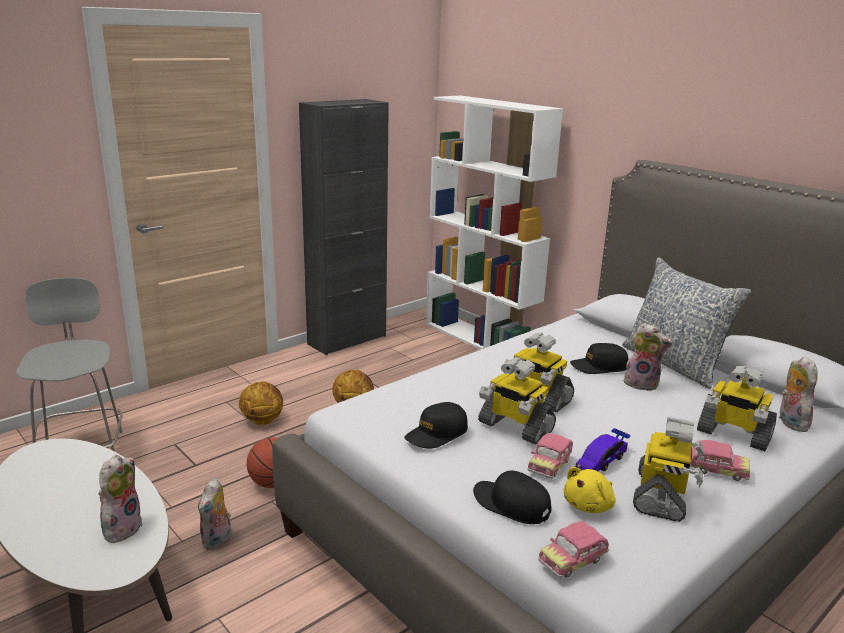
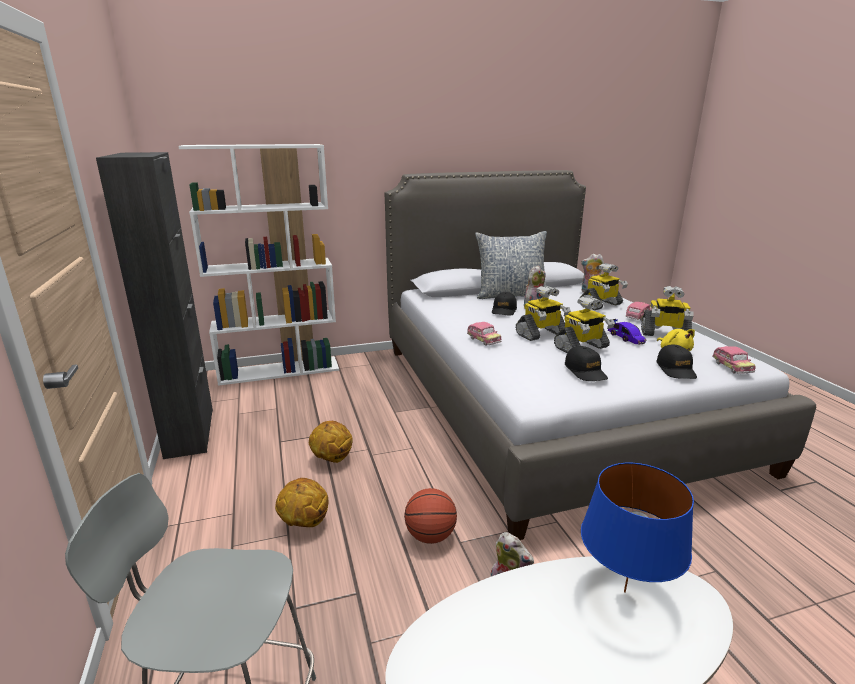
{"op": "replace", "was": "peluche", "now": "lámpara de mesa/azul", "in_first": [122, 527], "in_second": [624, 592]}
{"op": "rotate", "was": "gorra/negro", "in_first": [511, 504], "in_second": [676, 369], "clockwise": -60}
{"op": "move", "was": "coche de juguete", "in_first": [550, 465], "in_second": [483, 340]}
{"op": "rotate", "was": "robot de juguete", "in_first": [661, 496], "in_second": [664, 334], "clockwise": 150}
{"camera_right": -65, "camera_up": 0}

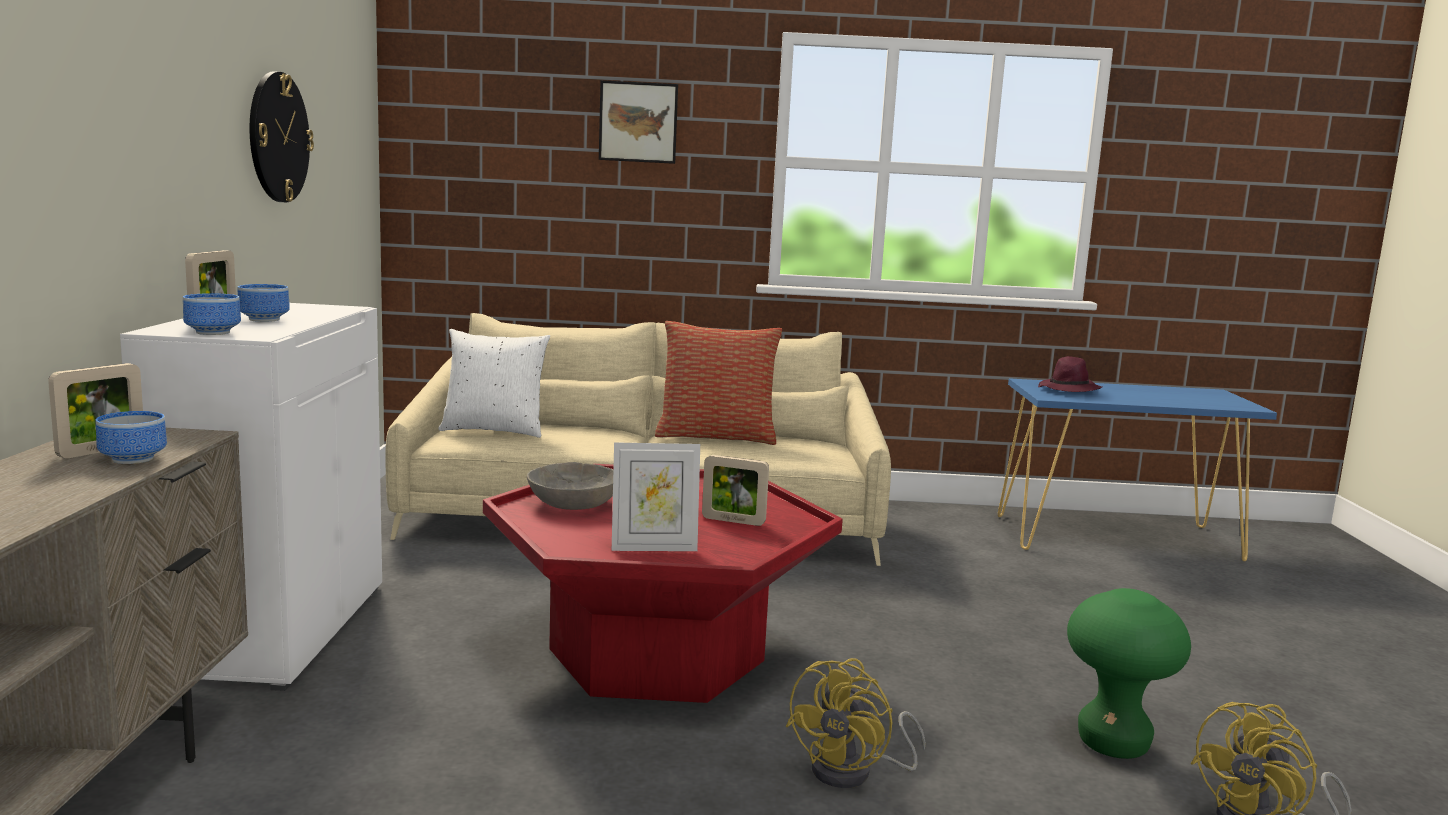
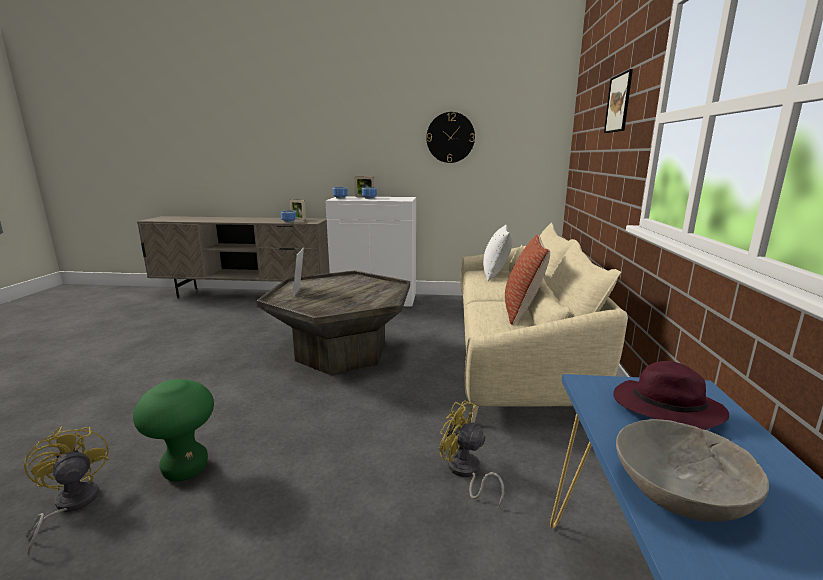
{"op": "recolor", "was": "mesa de centro/rojo", "now": "mesa de centro/gris", "in_first": [656, 654], "in_second": [342, 352]}
{"op": "move", "was": "cuenco/gris", "in_first": [572, 504], "in_second": [679, 490]}
{"op": "delete", "was": "portarretratos", "in_first": [733, 521]}
{"op": "move", "was": "ventilador/amarillo", "in_first": [854, 772], "in_second": [465, 472]}
{"camera_right": 95, "camera_up": 5}

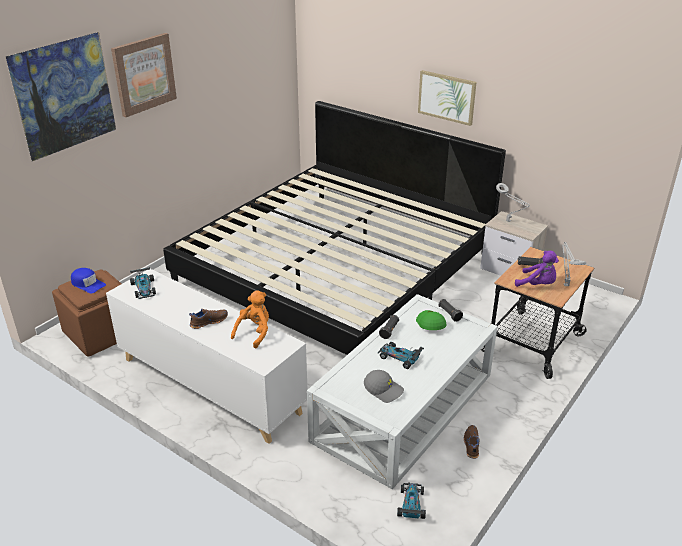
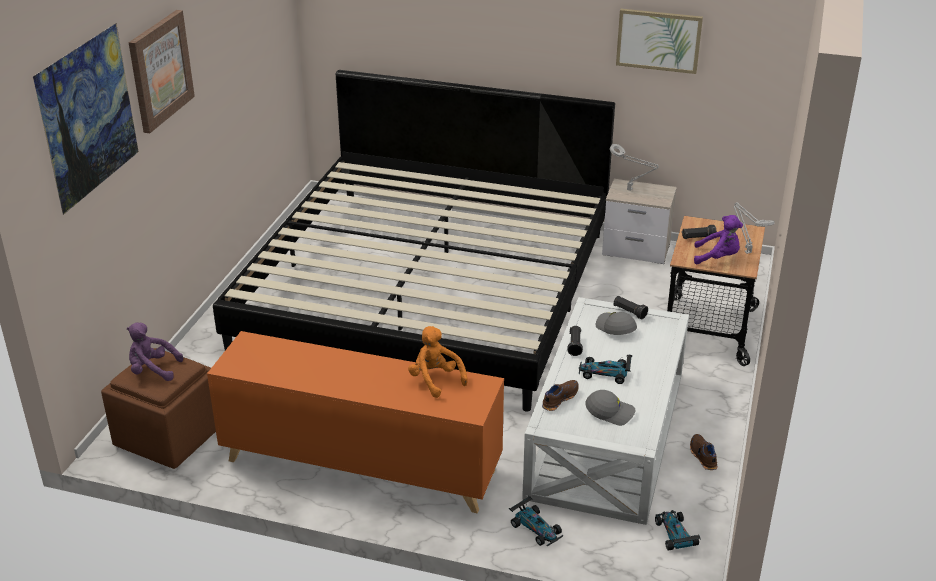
{"op": "replace", "was": "gorra/azul", "now": "peluche/morado", "in_first": [87, 284], "in_second": [152, 370]}
{"op": "recolor", "was": "armario/blanco", "now": "armario/naranja", "in_first": [209, 385], "in_second": [360, 465]}
{"op": "move", "was": "coche de juguete", "in_first": [144, 288], "in_second": [536, 528]}
{"op": "move", "was": "zapato/marrón", "in_first": [209, 321], "in_second": [559, 399]}
{"op": "rotate", "was": "peluche/naranja", "in_first": [254, 332], "in_second": [435, 380], "clockwise": -45}
{"op": "recolor", "was": "gorra/verde", "now": "gorra/gris", "in_first": [430, 324], "in_second": [615, 328]}
{"op": "move", "was": "cuadro", "in_first": [447, 97], "in_second": [658, 40]}
{"camera_right": -20, "camera_up": 0}

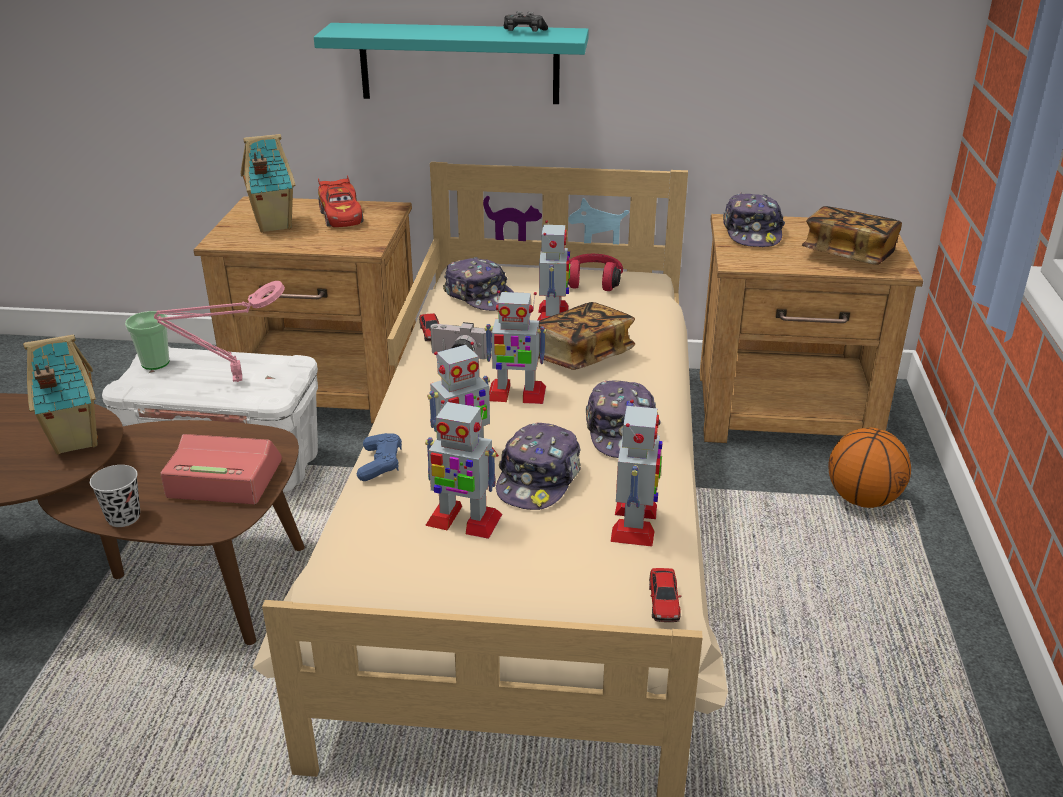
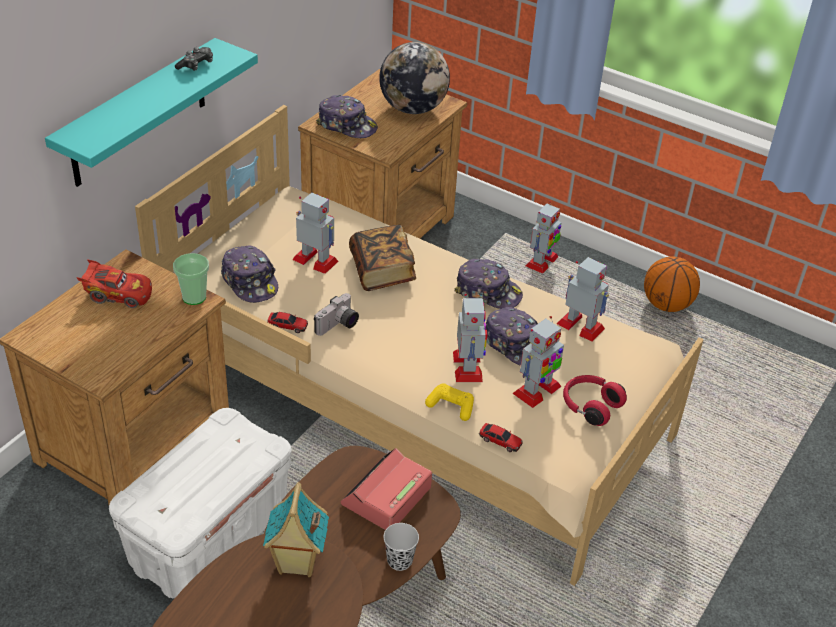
{"op": "move", "was": "taza", "in_first": [155, 363], "in_second": [194, 297]}
{"op": "delete", "was": "lámpara de mesa/rosa", "in_first": [233, 380]}
{"op": "delete", "was": "casita", "in_first": [272, 225]}
{"op": "recolor", "was": "mando de consola/azul", "now": "mando de consola/amarillo", "in_first": [380, 464], "in_second": [451, 406]}
{"op": "rotate", "was": "gorra", "in_first": [480, 296], "in_second": [250, 282], "clockwise": 75}
{"op": "move", "was": "robot de juguete", "in_first": [515, 394], "in_second": [541, 262]}
{"op": "move", "was": "auriculares/rojo", "in_first": [593, 281], "in_second": [590, 406]}
{"op": "move", "was": "coche de juguete", "in_first": [664, 601], "in_second": [500, 441]}
{"op": "replace", "was": "libro", "now": "globo terráqueo", "in_first": [848, 255], "in_second": [413, 108]}
{"op": "move", "was": "balón de baloncesto", "in_first": [862, 499], "in_second": [667, 305]}
{"camera_right": -65, "camera_up": 10}

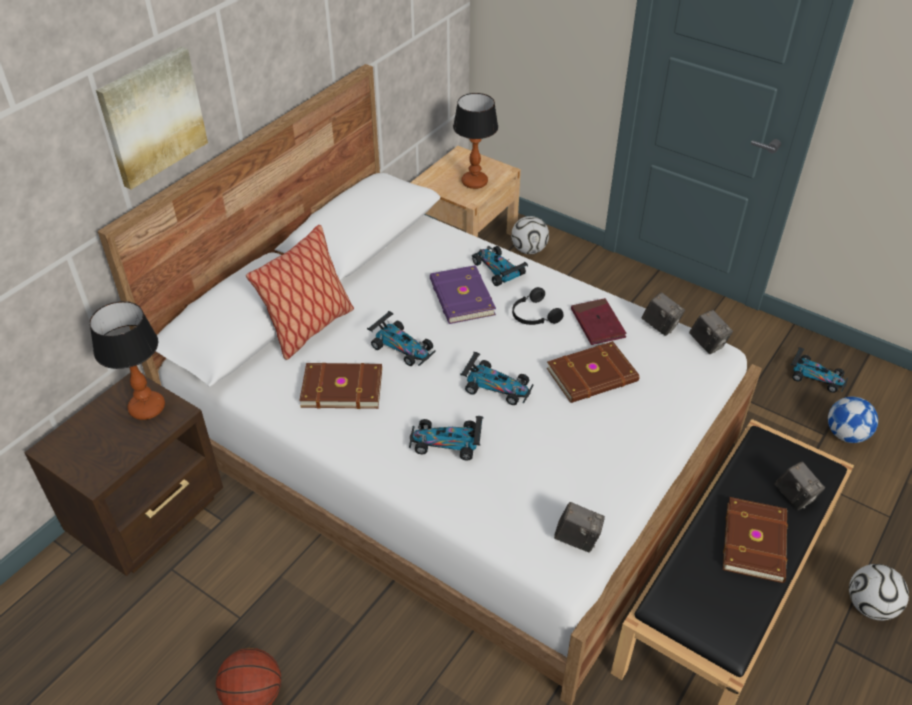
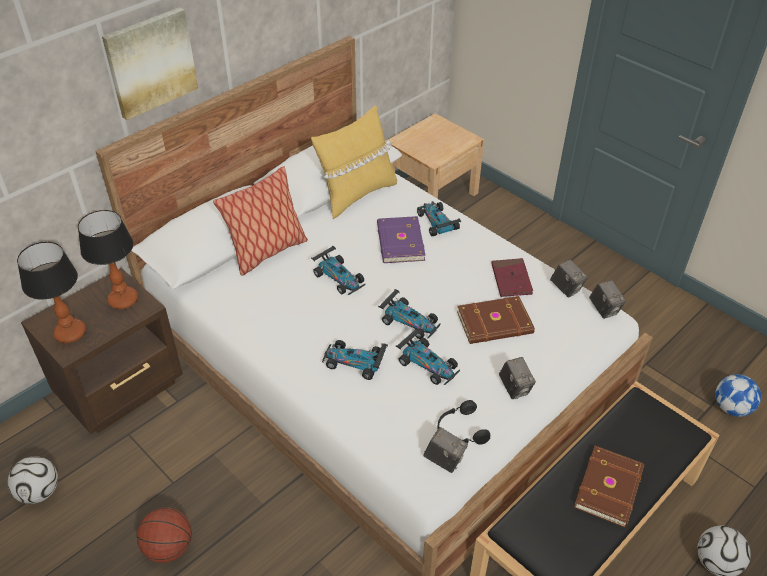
{"op": "delete", "was": "libro/marrón", "in_first": [341, 387]}
{"op": "move", "was": "lámpara de mesa", "in_first": [474, 182], "in_second": [71, 332]}
{"op": "move", "was": "balón de fútbol", "in_first": [528, 250], "in_second": [39, 492]}
{"op": "move", "was": "auriculares/negro", "in_first": [533, 315], "in_second": [460, 430]}
{"op": "move", "was": "cámara", "in_first": [794, 497], "in_second": [515, 388]}
{"op": "move", "was": "coche de juguete", "in_first": [816, 377], "in_second": [427, 364]}
{"op": "insert", "now": "cojín/amarillo", "in_second": [356, 195]}
{"camera_right": 10, "camera_up": 0}

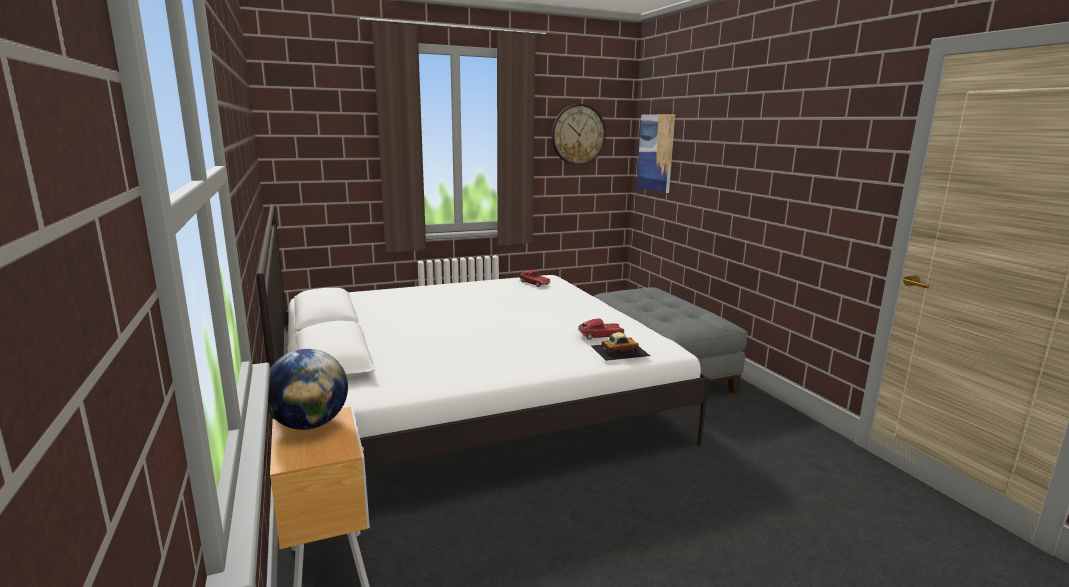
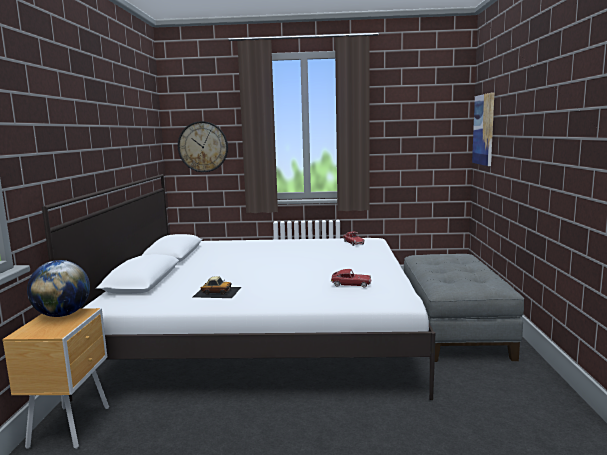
{"op": "move", "was": "reloj de pared", "in_first": [578, 134], "in_second": [203, 146]}
{"op": "move", "was": "coche de juguete", "in_first": [619, 350], "in_second": [217, 292]}
{"camera_right": 25, "camera_up": -5}

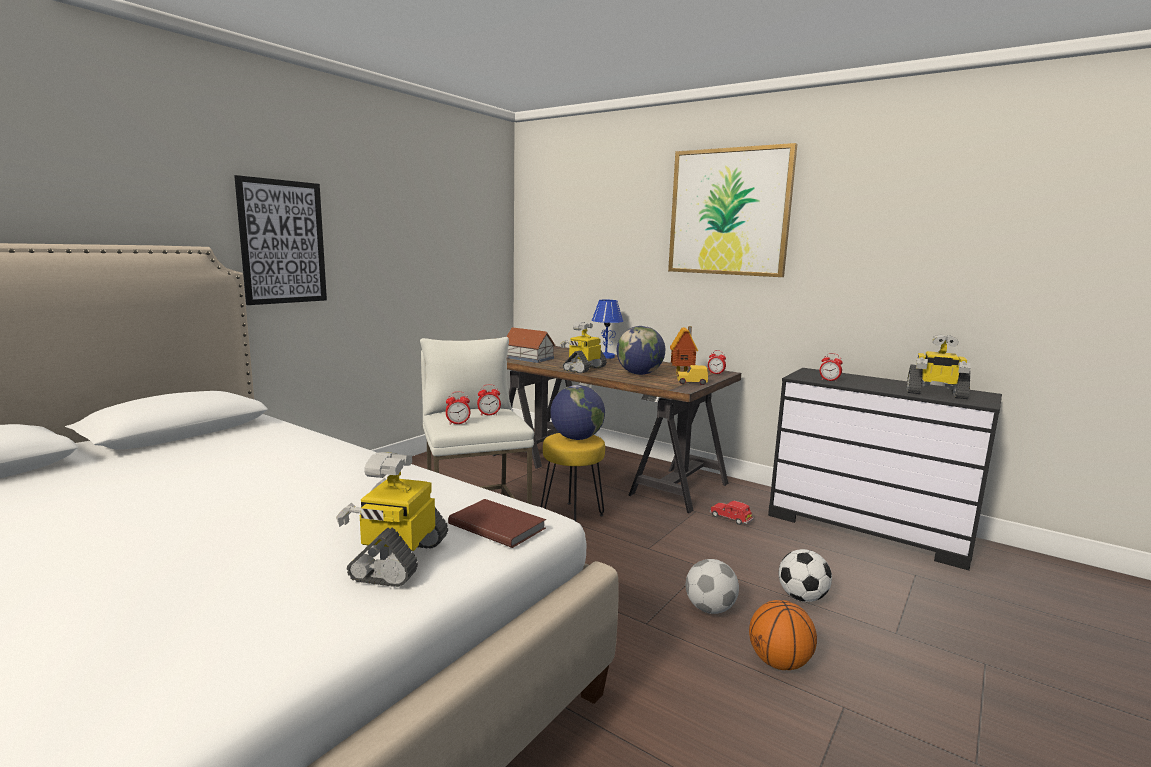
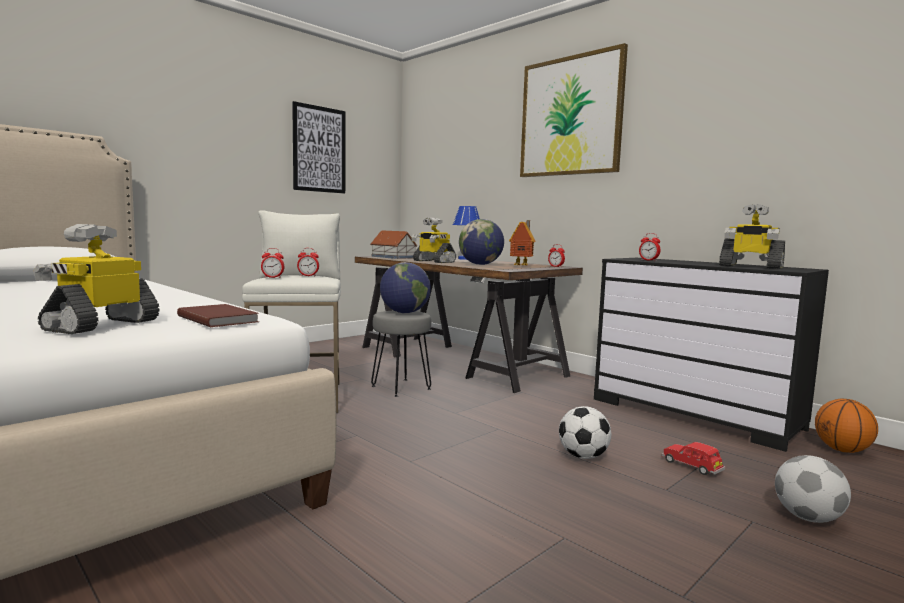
{"op": "move", "was": "cuadro", "in_first": [283, 242], "in_second": [319, 149]}
{"op": "recolor", "was": "taburete/amarillo", "now": "taburete/gris", "in_first": [572, 515], "in_second": [401, 387]}
{"op": "rotate", "was": "robot de juguete", "in_first": [584, 369], "in_second": [433, 261], "clockwise": -90}
{"op": "delete", "was": "coche de juguete/amarillo", "in_first": [691, 383]}
{"op": "move", "was": "balón de fútbol", "in_first": [710, 609], "in_second": [808, 518]}
{"op": "move", "was": "coche de juguete/rojo", "in_first": [731, 519], "in_second": [692, 467]}
{"op": "move", "was": "balón de baloncesto", "in_first": [779, 663], "in_second": [842, 450]}
{"camera_right": 10, "camera_up": -5}

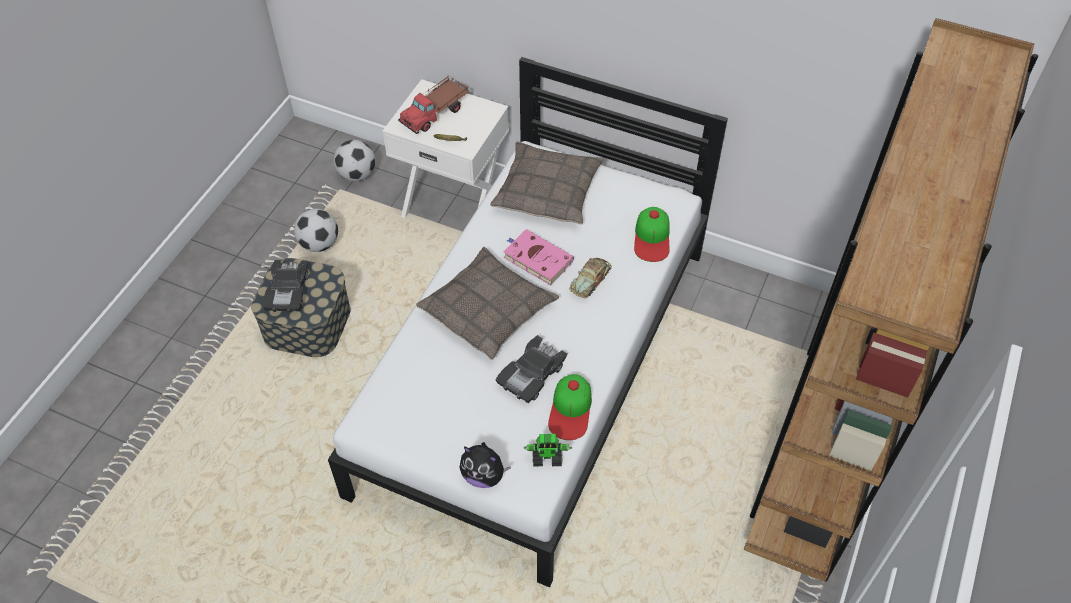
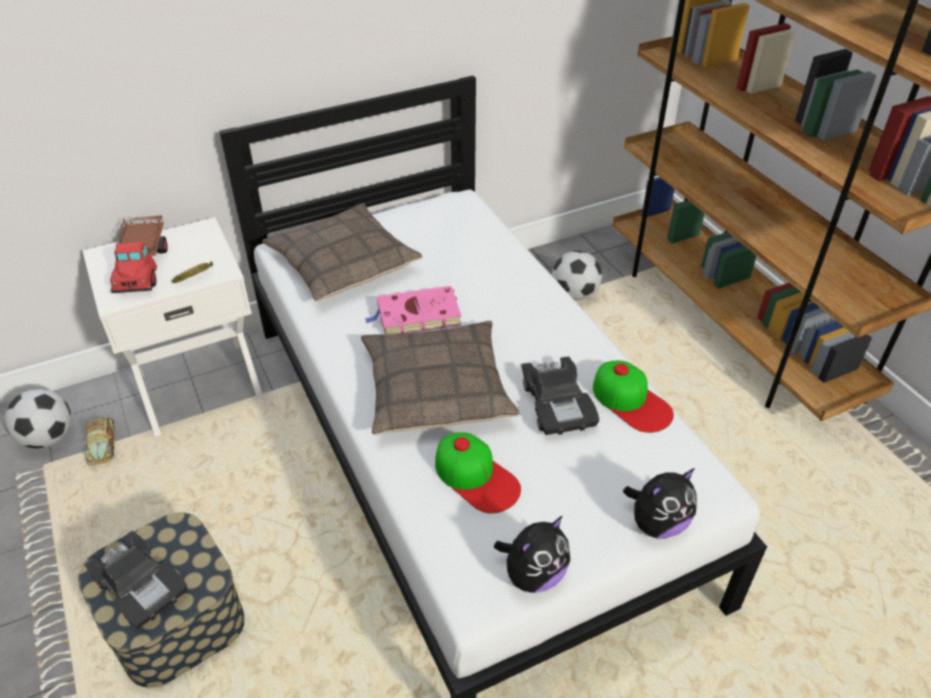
{"op": "move", "was": "balón de fútbol", "in_first": [319, 244], "in_second": [574, 294]}
{"op": "delete", "was": "robot de juguete", "in_first": [547, 457]}
{"op": "move", "was": "coche de juguete", "in_first": [590, 280], "in_second": [102, 444]}
{"op": "move", "was": "gorra", "in_first": [652, 238], "in_second": [476, 477]}
{"op": "insert", "now": "peluche", "in_second": [533, 575]}
{"camera_right": -50, "camera_up": -10}

